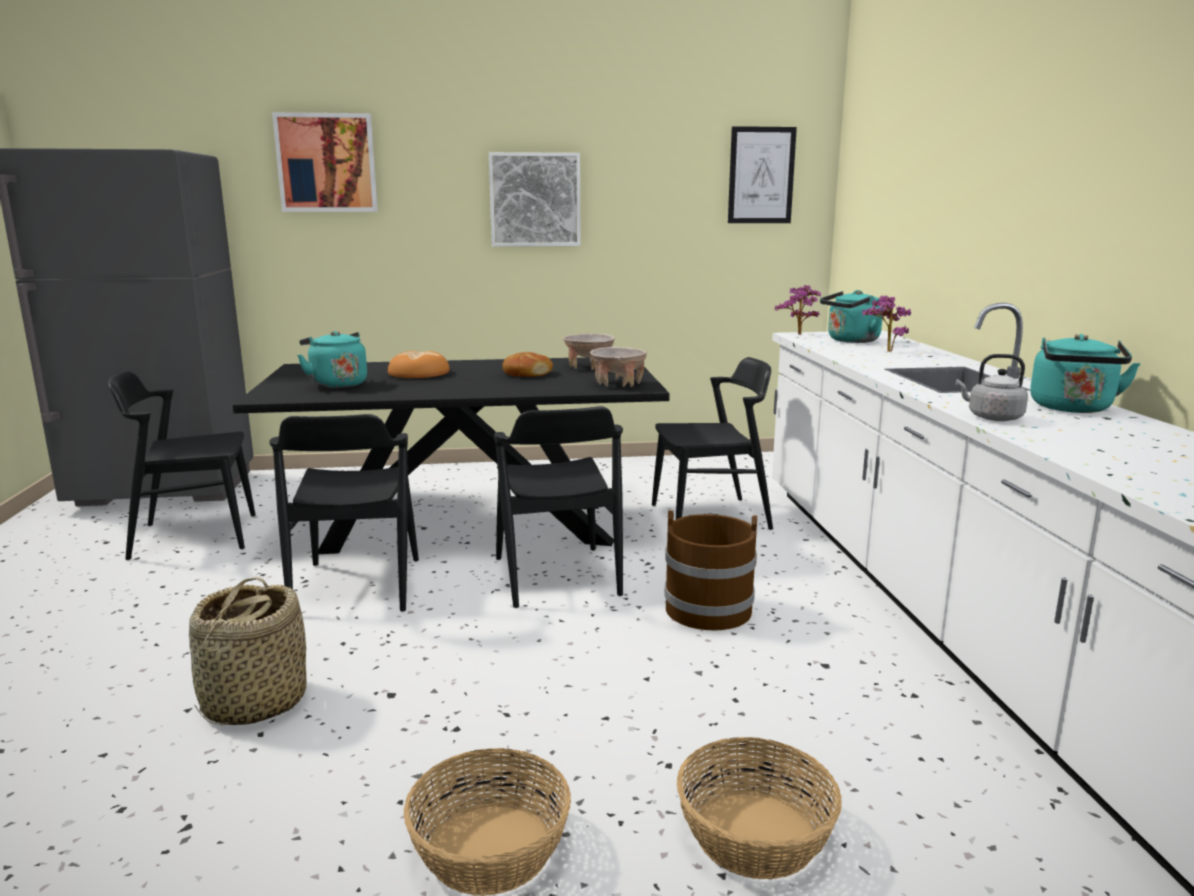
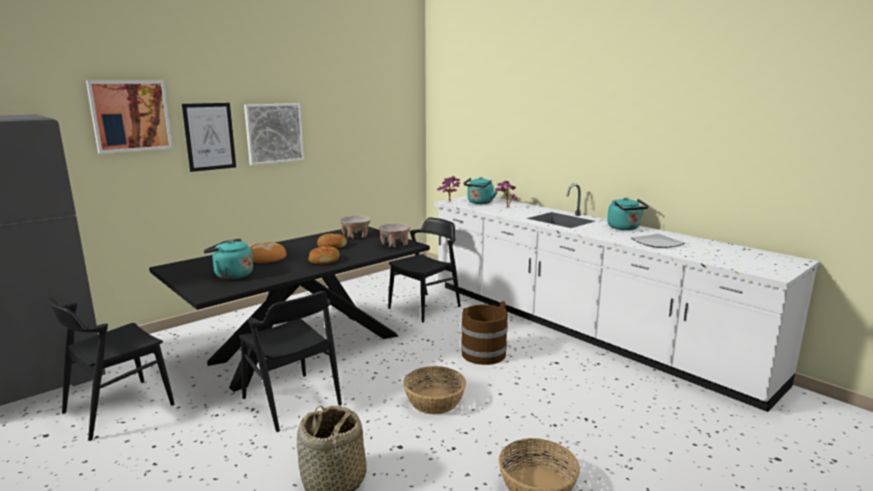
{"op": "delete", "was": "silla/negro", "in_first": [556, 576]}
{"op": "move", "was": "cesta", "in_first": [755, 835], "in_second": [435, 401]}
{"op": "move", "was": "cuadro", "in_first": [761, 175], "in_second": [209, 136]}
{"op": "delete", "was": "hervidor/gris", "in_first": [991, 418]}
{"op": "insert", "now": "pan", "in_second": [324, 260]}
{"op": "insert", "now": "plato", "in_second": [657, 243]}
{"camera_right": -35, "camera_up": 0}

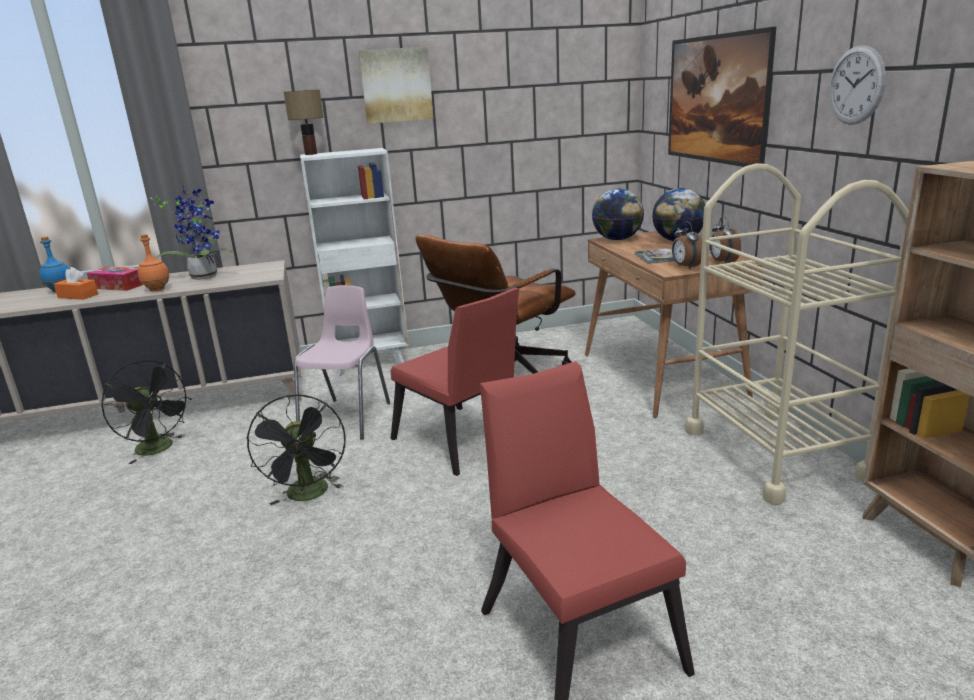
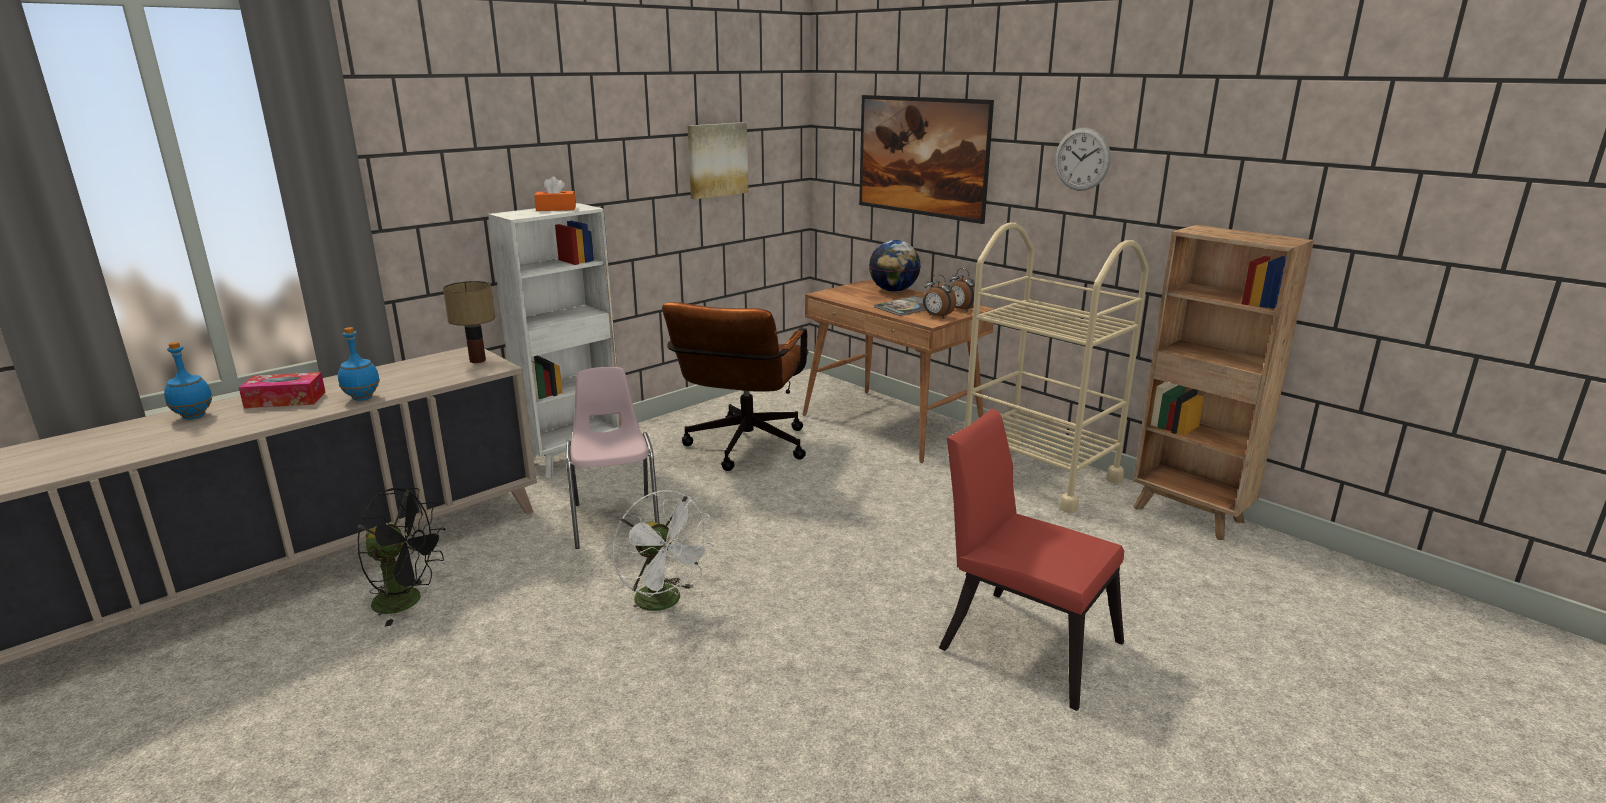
{"op": "move", "was": "caja de pañuelos/naranja", "in_first": [78, 296], "in_second": [556, 209]}
{"op": "recolor", "was": "botella/naranja", "now": "botella/azul", "in_first": [157, 290], "in_second": [363, 398]}
{"op": "delete", "was": "planta en maceta", "in_first": [204, 276]}
{"op": "recolor", "was": "ventilador/negro", "now": "ventilador/blanco", "in_first": [309, 495], "in_second": [665, 602]}
{"op": "move", "was": "lámpara de mesa", "in_first": [311, 154], "in_second": [477, 360]}
{"op": "move", "was": "cuadro", "in_first": [396, 85], "in_second": [717, 160]}
{"op": "delete", "was": "silla/rojo", "in_first": [462, 442]}
{"op": "delete", "was": "globo terráqueo", "in_first": [617, 239]}
{"camera_right": -30, "camera_up": 0}

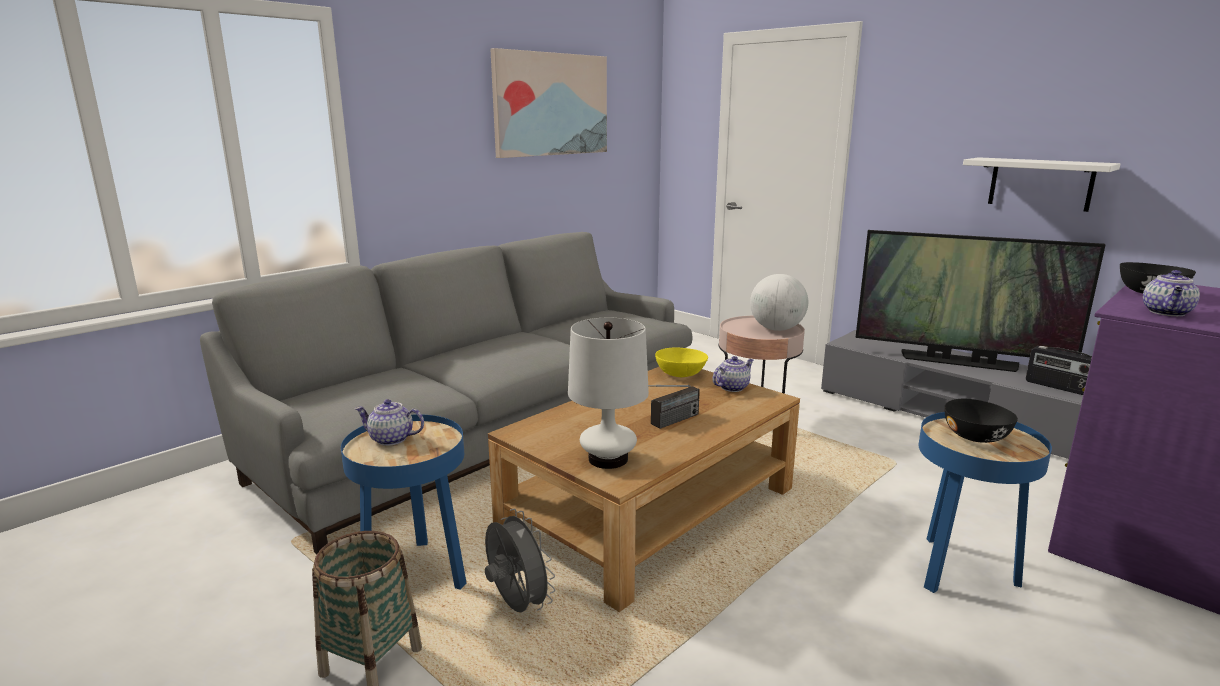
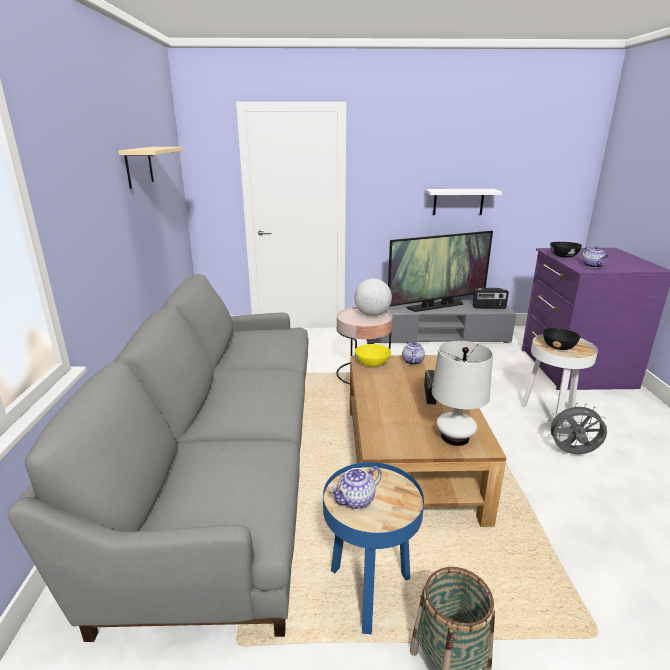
{"op": "move", "was": "ventilador/gris", "in_first": [516, 606], "in_second": [572, 453]}
{"op": "replace", "was": "cuadro", "now": "estante/beis", "in_first": [551, 104], "in_second": [139, 166]}
{"op": "recolor", "was": "mesa auxiliar/azul", "now": "mesa auxiliar/blanco", "in_first": [960, 570], "in_second": [550, 414]}
{"camera_right": -45, "camera_up": 5}

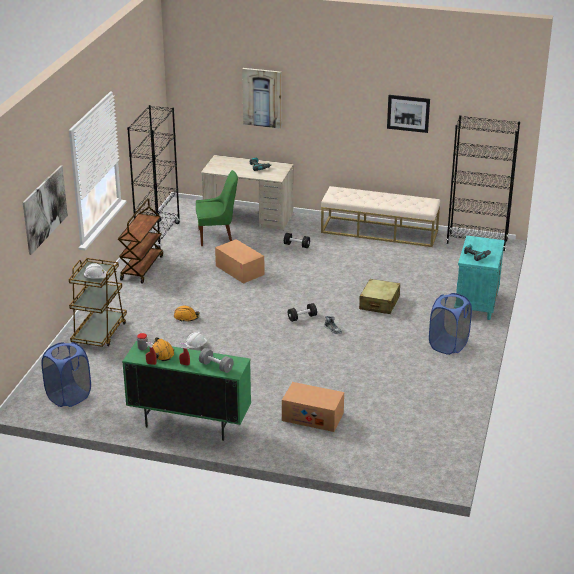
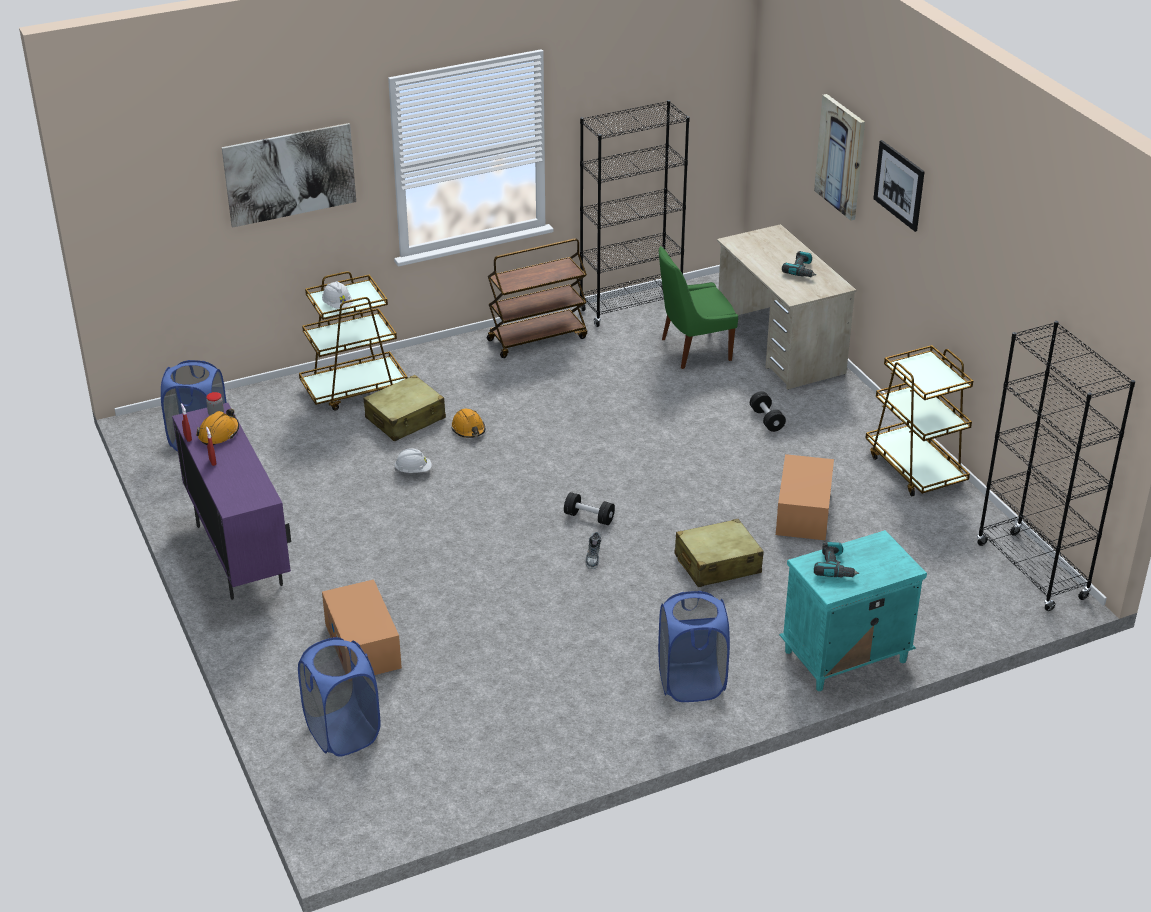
{"op": "recolor", "was": "armario/verde", "now": "armario/morado", "in_first": [189, 424], "in_second": [238, 555]}
{"op": "rotate", "was": "silla/verde", "in_first": [217, 236], "in_second": [693, 350], "clockwise": 120}
{"op": "delete", "was": "mancuerna/gris", "in_first": [216, 366]}
{"op": "move", "was": "caja de cartón", "in_first": [239, 270], "in_second": [803, 512]}
{"op": "replace", "was": "banco/beis", "now": "carrito/marrón", "in_first": [379, 231], "in_second": [915, 468]}
{"op": "move", "was": "cuadro", "in_first": [408, 113], "in_second": [899, 185]}
{"op": "insert", "now": "cesto de la ropa/azul", "in_second": [342, 732]}
{"op": "insert", "now": "maleta/beis", "in_second": [405, 418]}
{"camera_right": 50, "camera_up": 5}

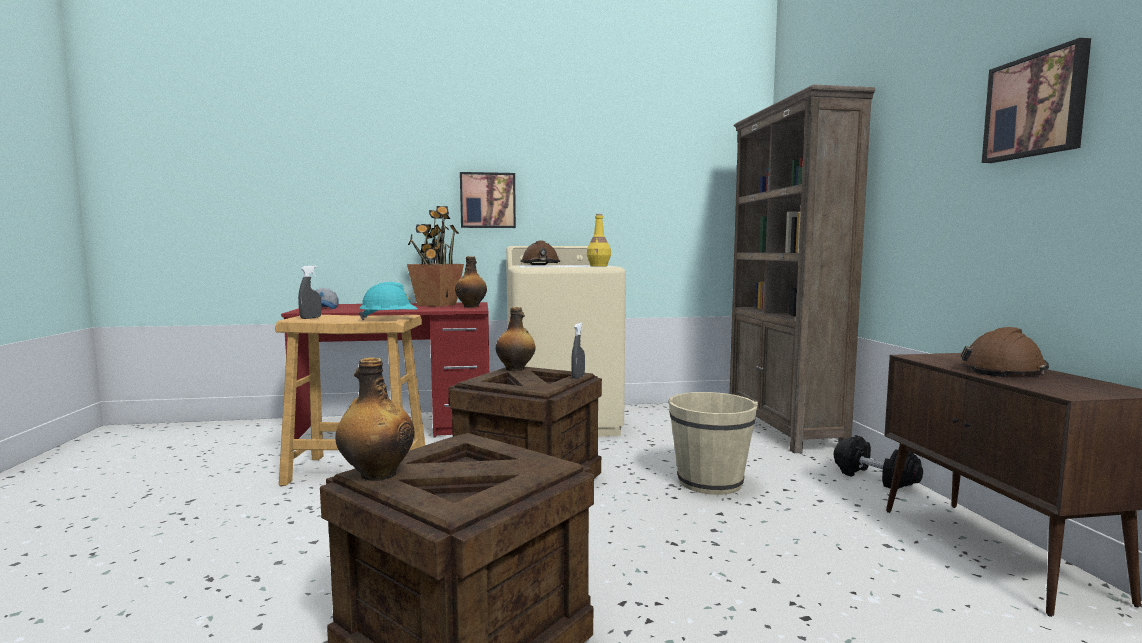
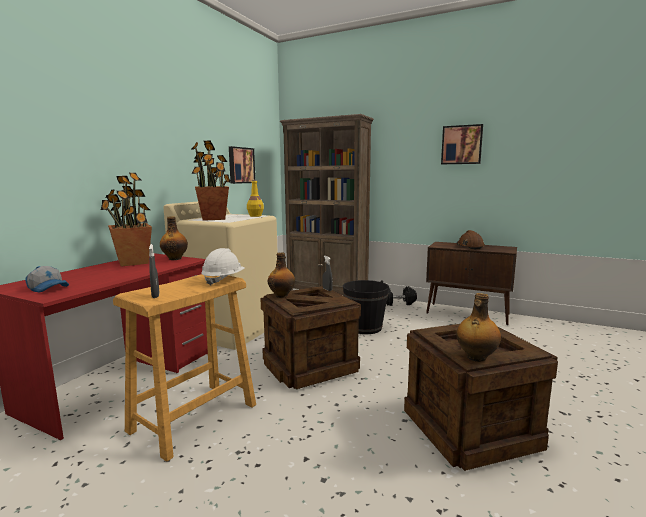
{"op": "recolor", "was": "casco/turquesa", "now": "casco/blanco", "in_first": [389, 319], "in_second": [223, 280]}
{"op": "move", "was": "cuadro", "in_first": [488, 200], "in_second": [240, 165]}
{"op": "replace", "was": "casco/marrón", "now": "planta en maceta", "in_first": [540, 265], "in_second": [213, 219]}
{"op": "recolor", "was": "cubo/beis", "now": "cubo/negro", "in_first": [710, 482], "in_second": [364, 327]}
{"camera_right": -55, "camera_up": 5}

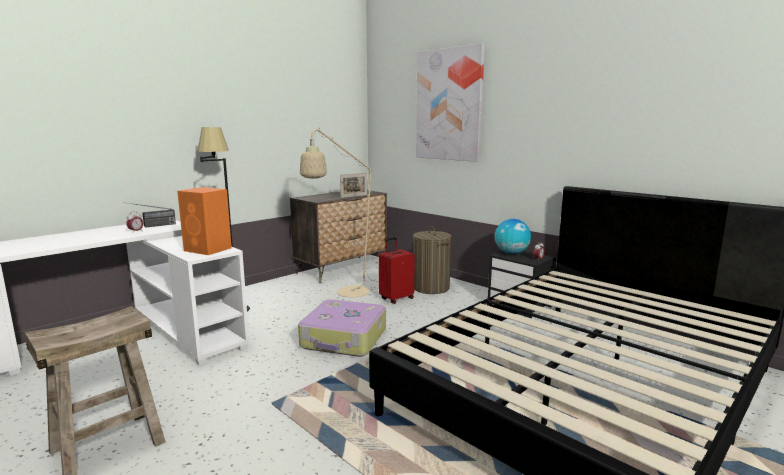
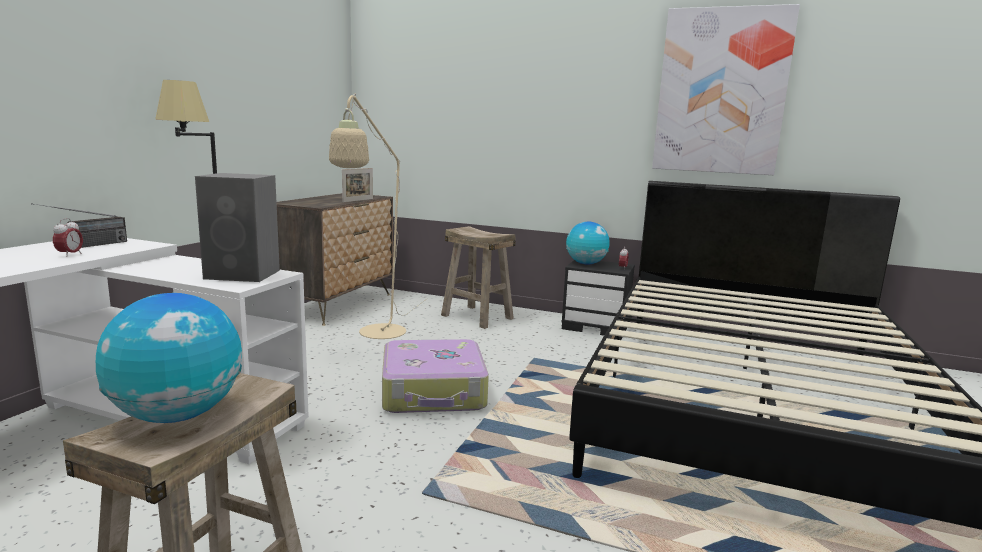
{"op": "recolor", "was": "altavoz/naranja", "now": "altavoz/gris", "in_first": [208, 249], "in_second": [244, 274]}
{"op": "delete", "was": "maleta/rojo", "in_first": [396, 298]}
{"op": "replace", "was": "cesto de la ropa", "now": "taburete/beis", "in_first": [431, 288], "in_second": [477, 317]}
{"op": "move", "was": "cuadro", "in_first": [449, 105], "in_second": [721, 92]}
{"op": "insert", "now": "globo terráqueo", "in_second": [177, 415]}
{"camera_right": -25, "camera_up": 0}

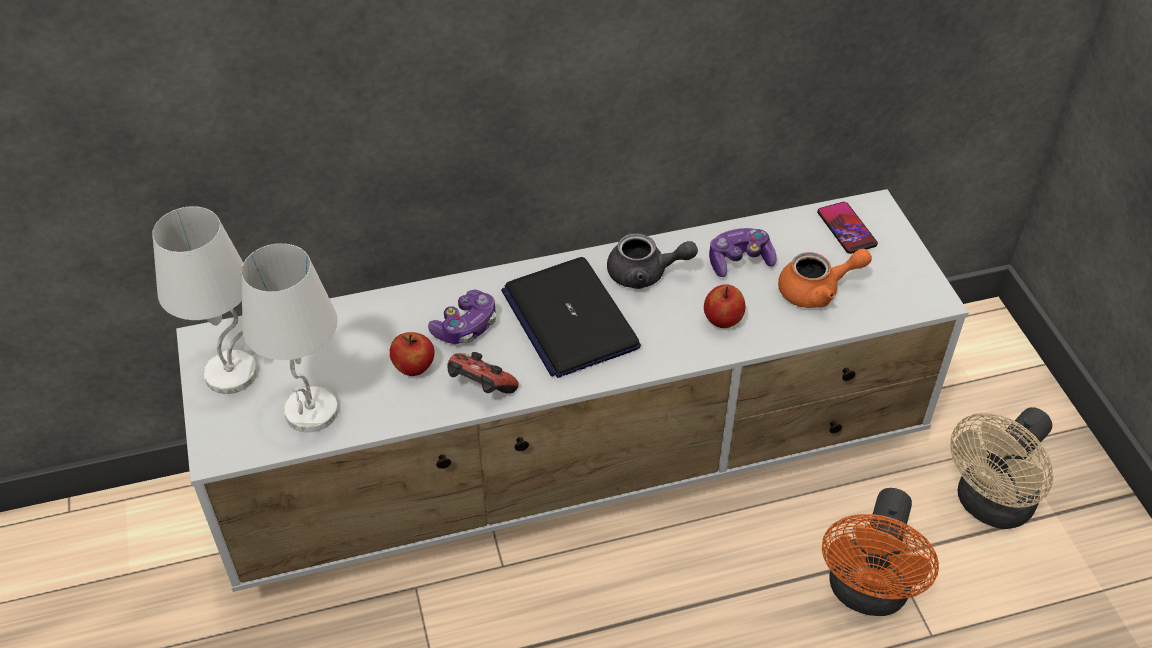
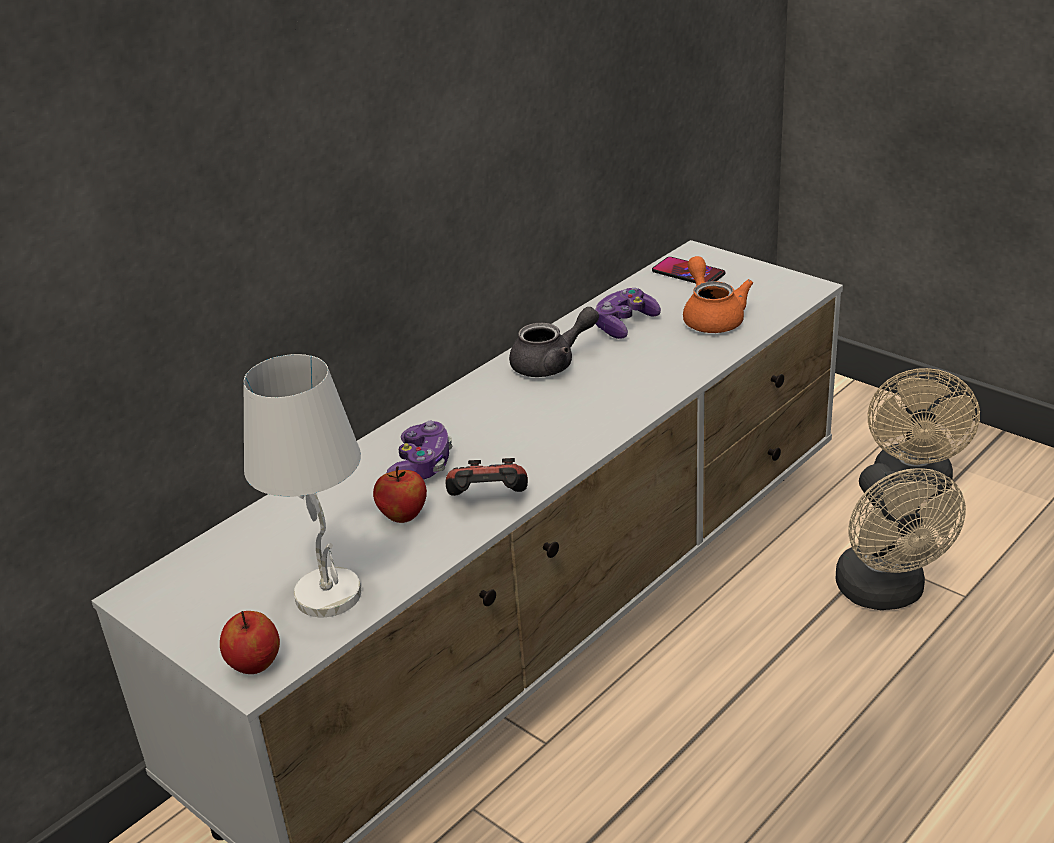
{"op": "delete", "was": "lámpara de mesa/blanco", "in_first": [233, 373]}
{"op": "delete", "was": "portátil", "in_first": [569, 319]}
{"op": "move", "was": "manzana", "in_first": [722, 321], "in_second": [255, 665]}
{"op": "rotate", "was": "tetera/naranja", "in_first": [817, 291], "in_second": [711, 317], "clockwise": -60}
{"op": "recolor", "was": "ventilador/naranja", "now": "ventilador/beis", "in_first": [866, 594], "in_second": [886, 594]}
{"camera_right": -30, "camera_up": -15}

